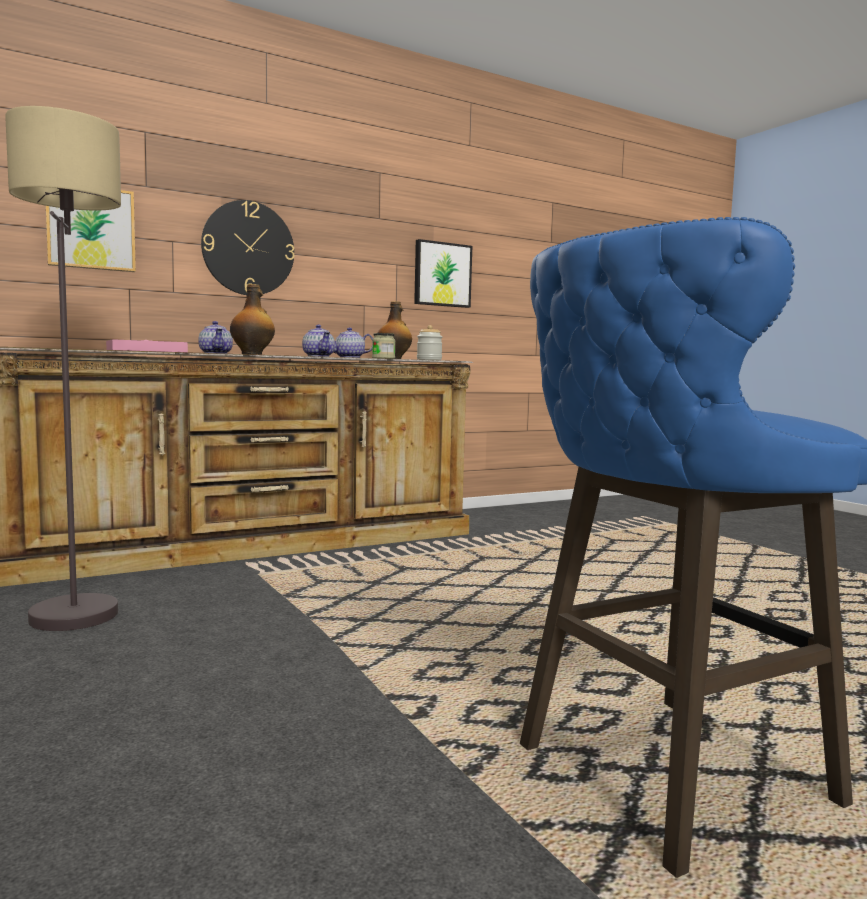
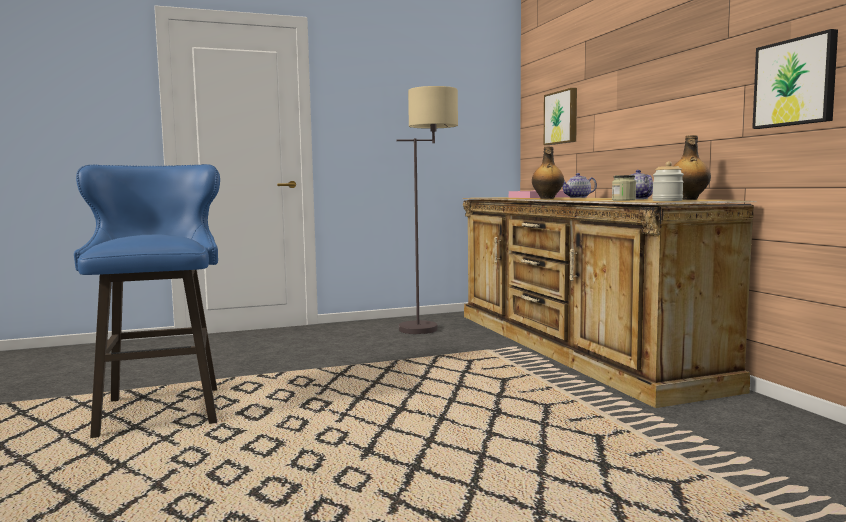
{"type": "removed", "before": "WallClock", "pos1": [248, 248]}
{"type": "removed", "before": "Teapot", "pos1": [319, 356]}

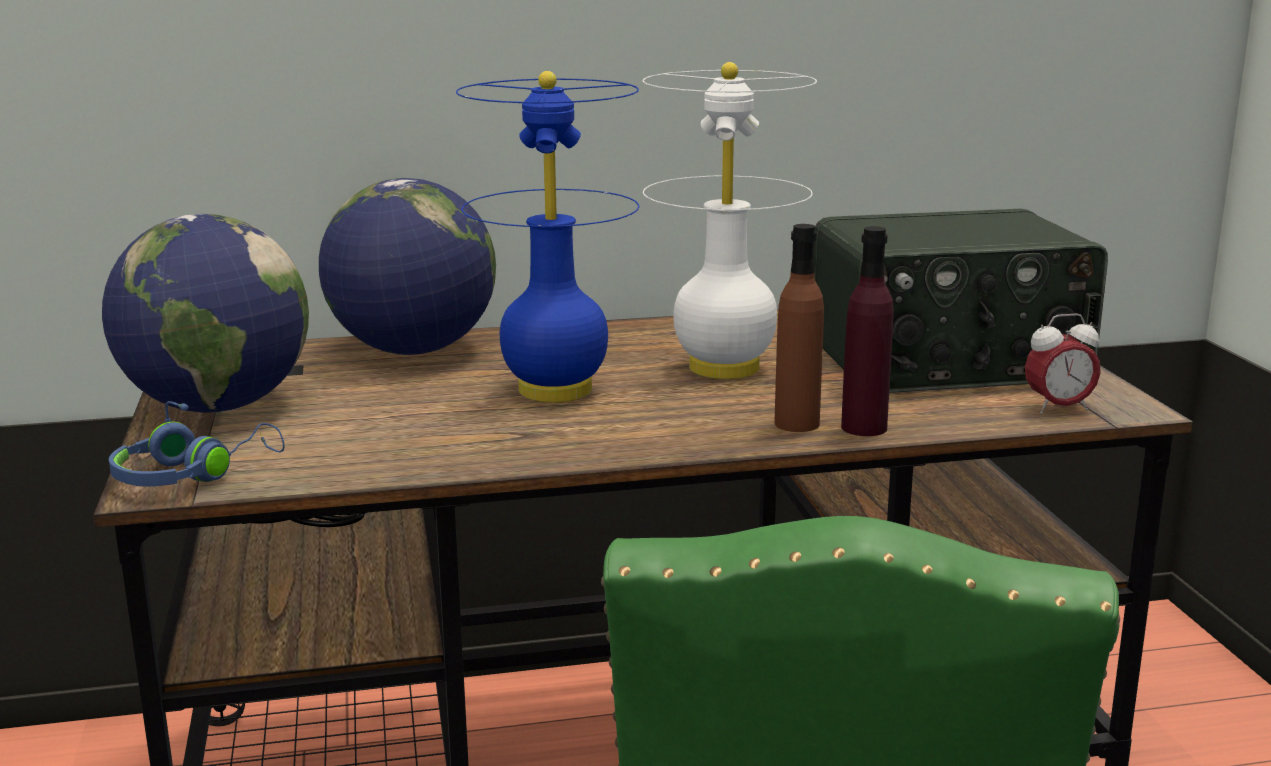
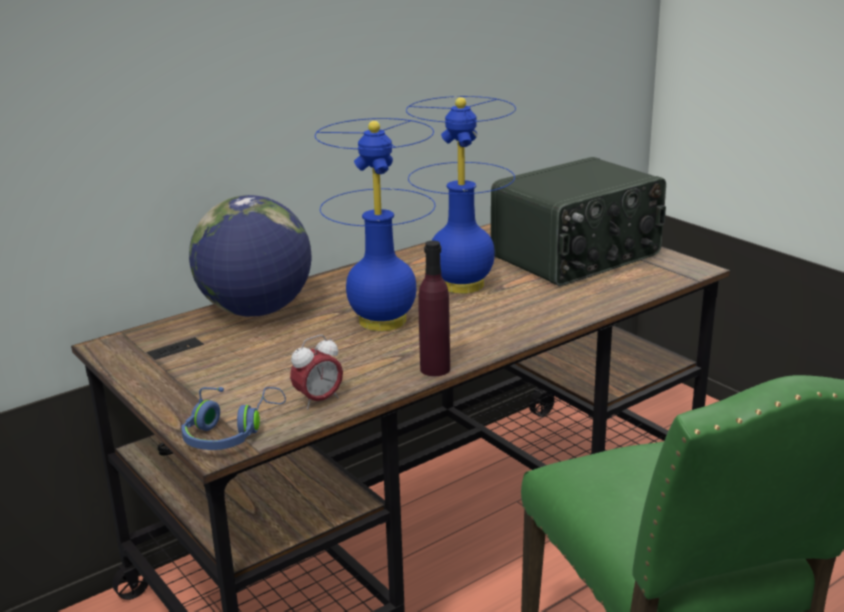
{"type": "moved", "before": "AlarmClock", "pos1": [1058, 408], "pos2": [318, 400]}
{"type": "recoloured", "before": "WhiteTableLamp", "after": "BlueTableLamp", "pos1": [725, 368], "pos2": [463, 285]}
{"type": "moved", "before": "PurpleBottle", "pos1": [864, 428], "pos2": [435, 369]}
{"type": "removed", "before": "Globe", "pos1": [217, 406]}
{"type": "removed", "before": "BrownBottle", "pos1": [796, 423]}

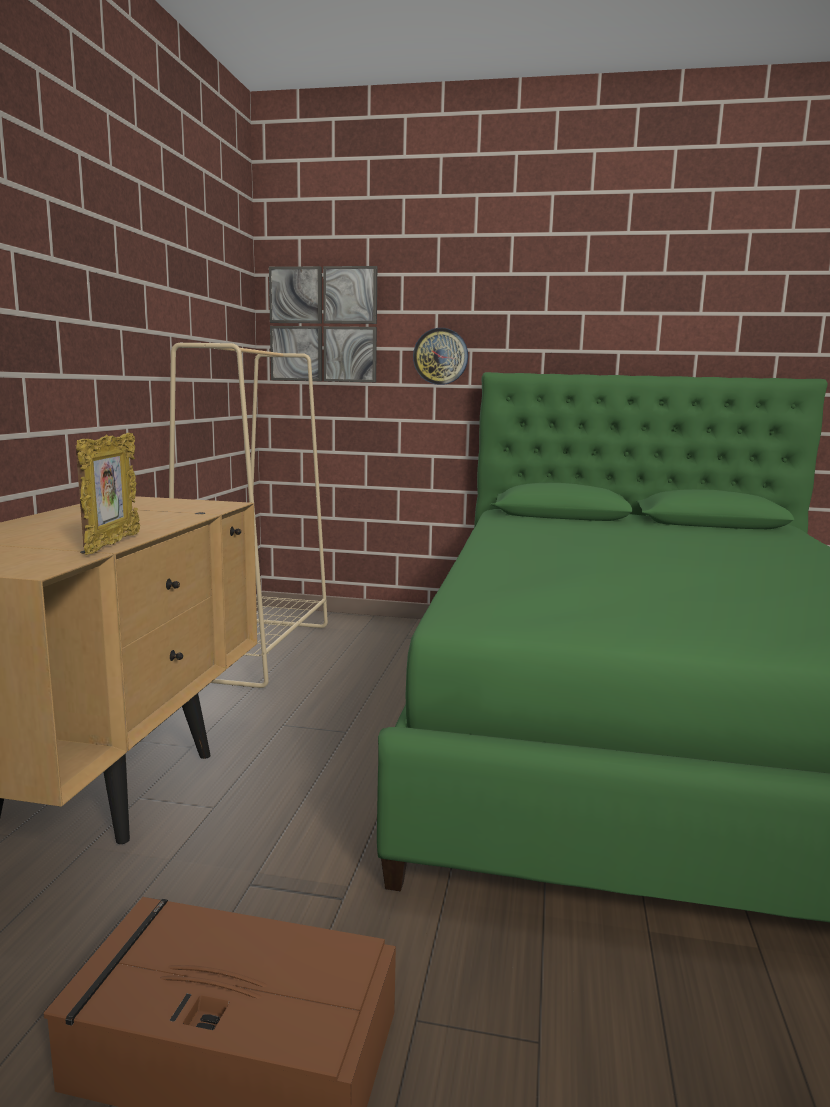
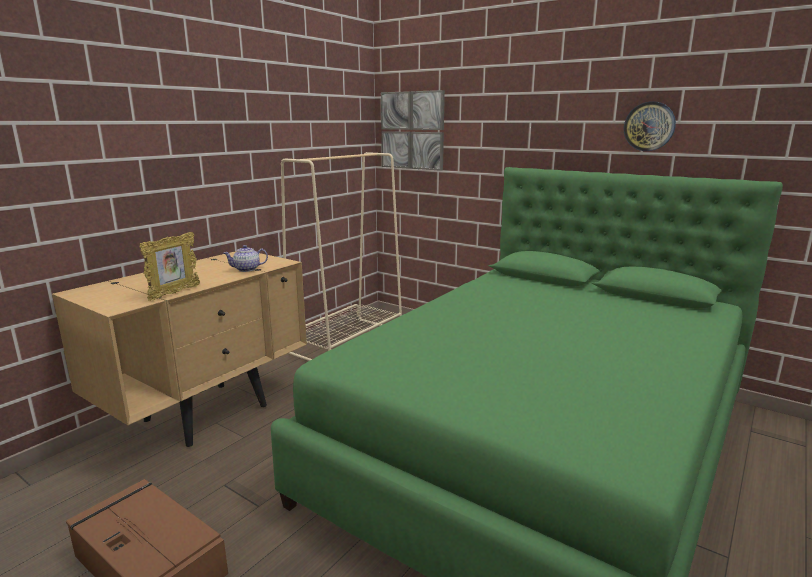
{"type": "added", "after": "Teapot", "pos2": [247, 269]}
{"type": "moved", "before": "WallClock", "pos1": [440, 356], "pos2": [649, 126]}

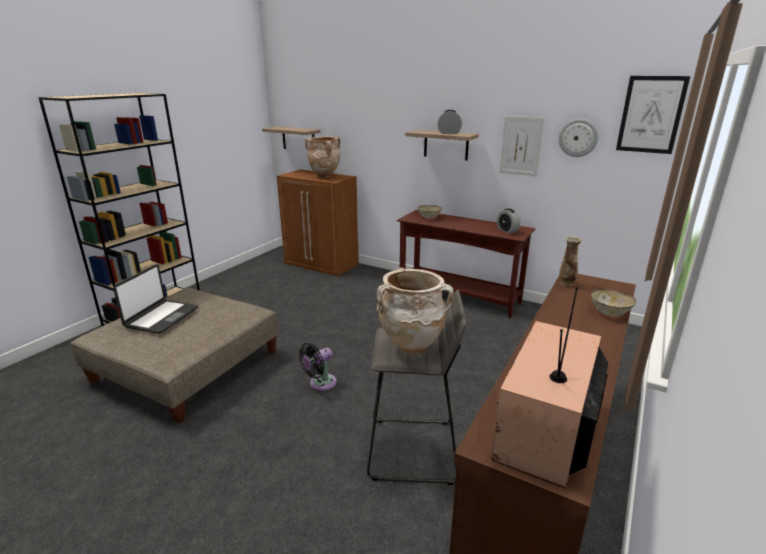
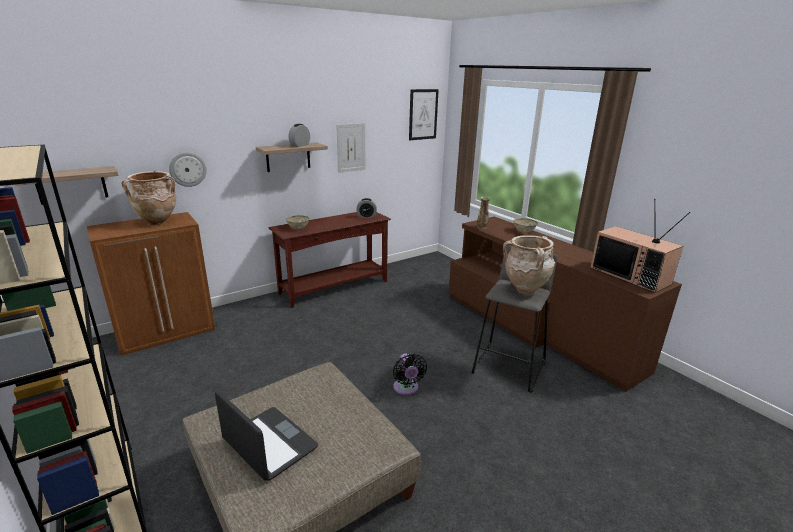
{"type": "moved", "before": "WallClock", "pos1": [578, 138], "pos2": [187, 169]}

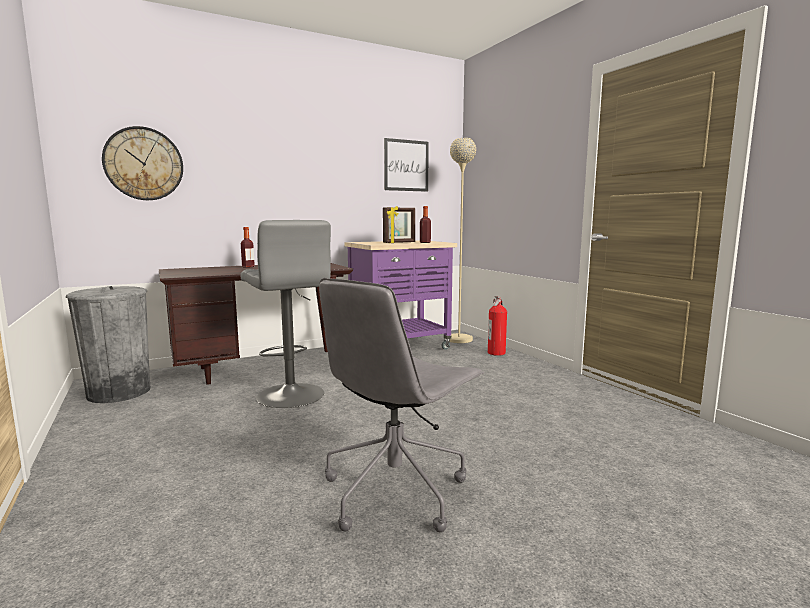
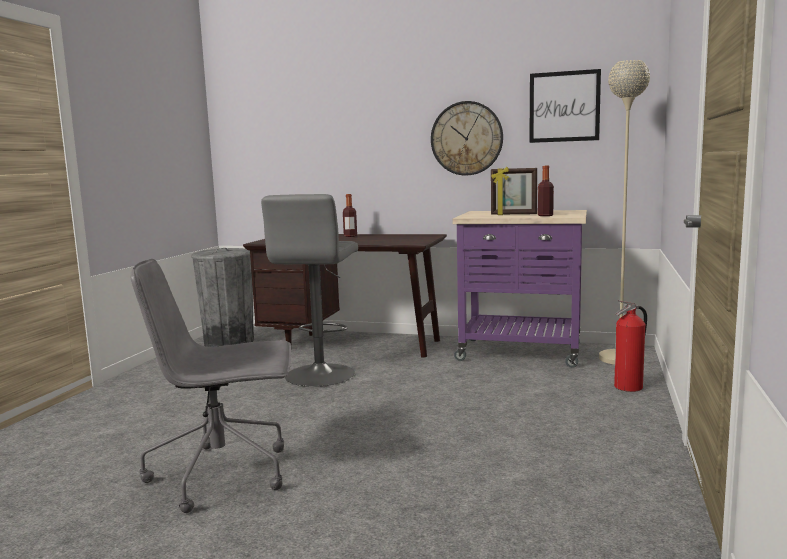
{"type": "moved", "before": "WallClock", "pos1": [144, 164], "pos2": [466, 138]}

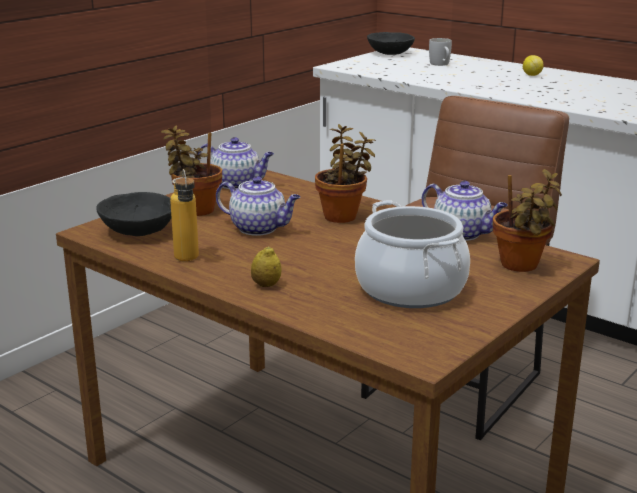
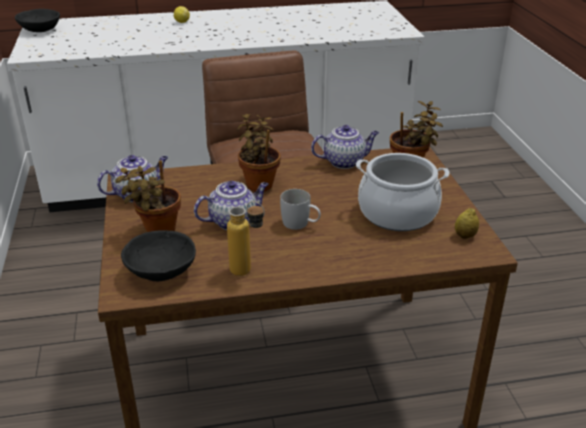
{"type": "moved", "before": "WhiteMug", "pos1": [441, 64], "pos2": [300, 224]}
{"type": "moved", "before": "Lemon", "pos1": [266, 285], "pos2": [465, 236]}

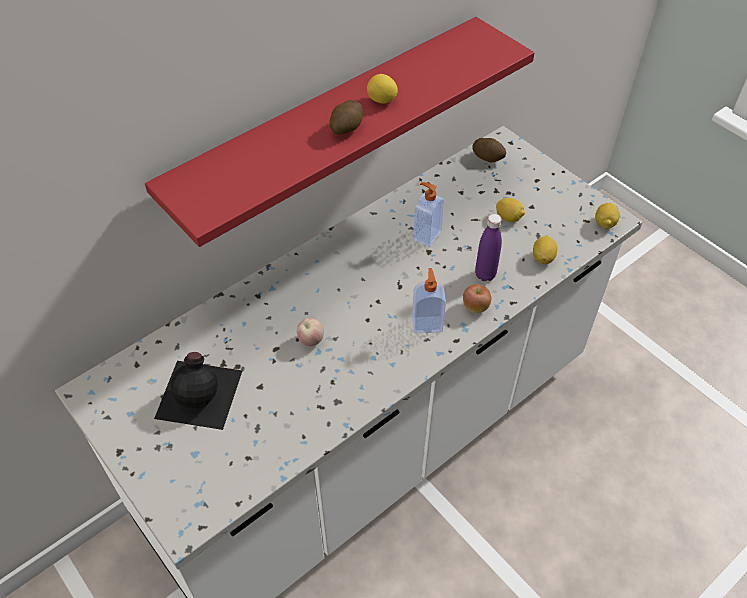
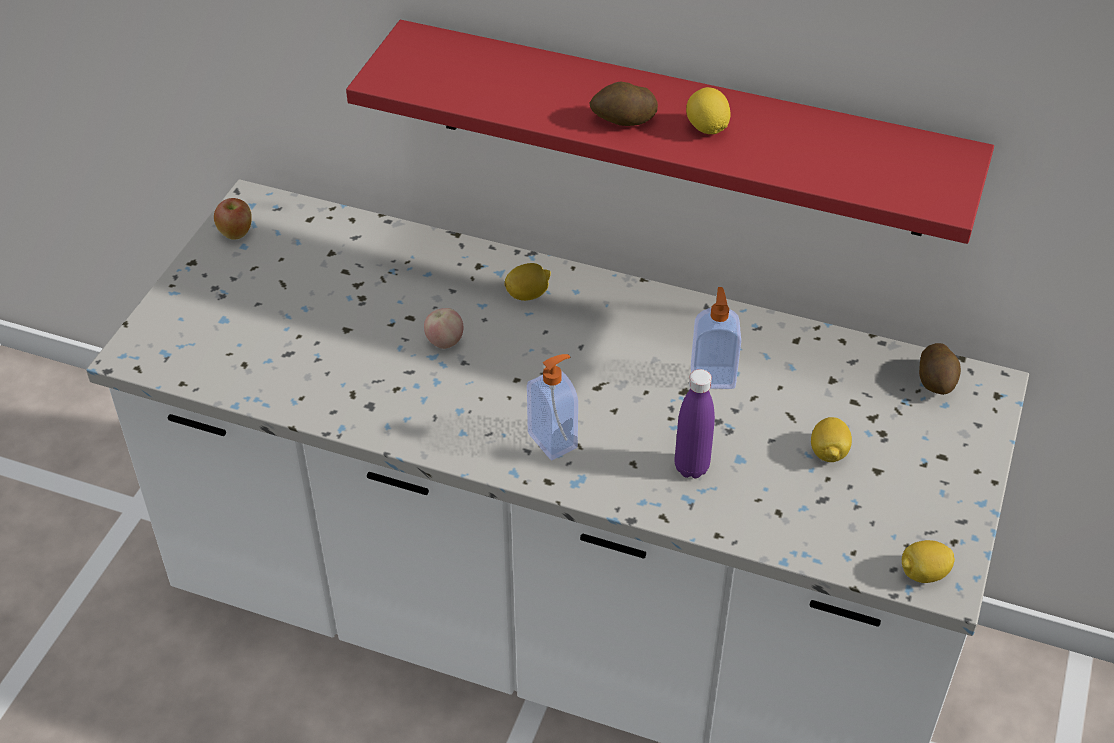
{"type": "moved", "before": "Apple", "pos1": [475, 307], "pos2": [236, 233]}
{"type": "moved", "before": "Lemon", "pos1": [543, 257], "pos2": [528, 294]}
{"type": "removed", "before": "BlackBottle", "pos1": [200, 393]}

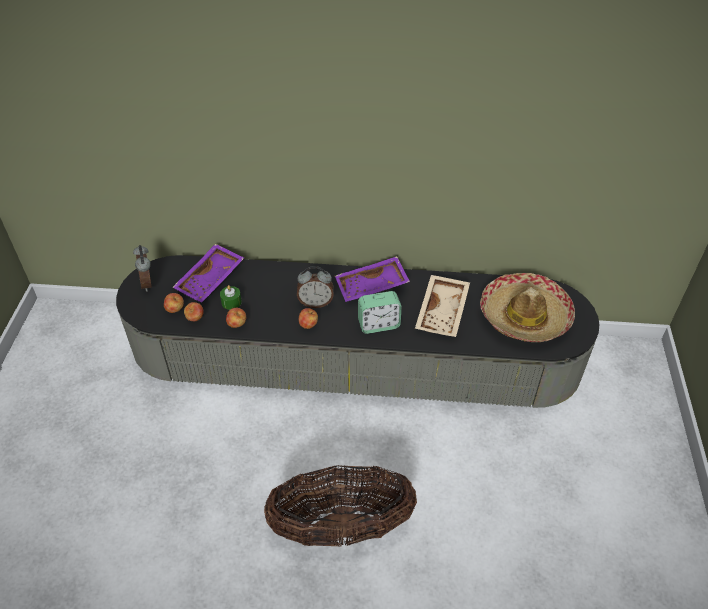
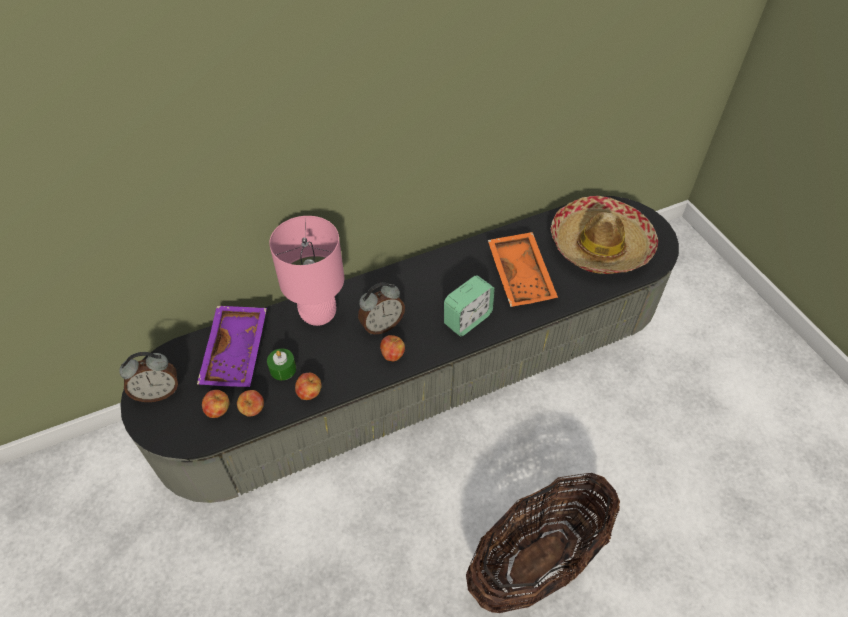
{"type": "turned", "before": "AlarmClock", "pos1": [148, 283], "pos2": [158, 392], "turn": -60}
{"type": "added", "after": "PinkTableLamp", "pos2": [319, 316]}
{"type": "recoloured", "before": "BeigeTray", "after": "OrangeTray", "pos1": [443, 312], "pos2": [522, 276]}
{"type": "removed", "before": "PurpleTray", "pos1": [372, 287]}

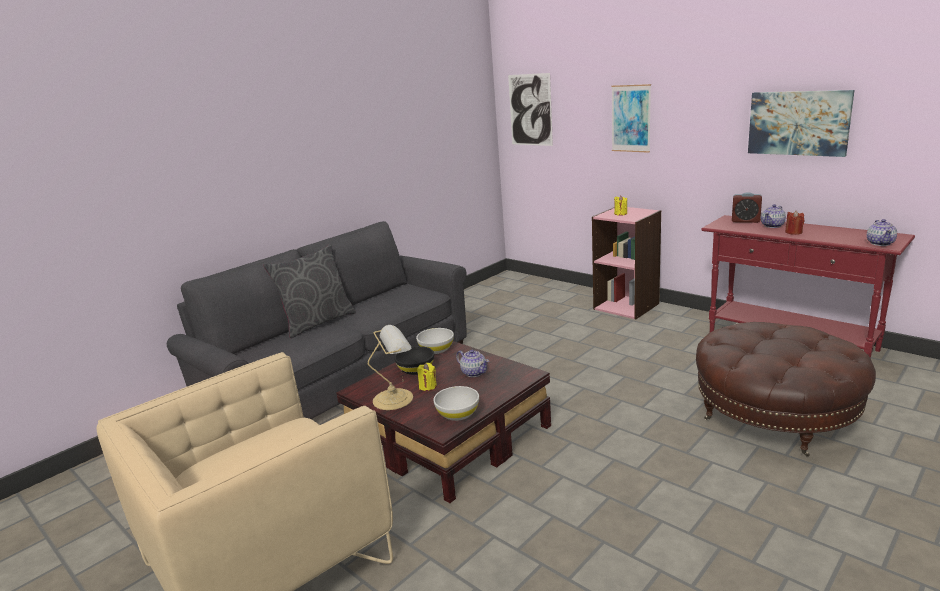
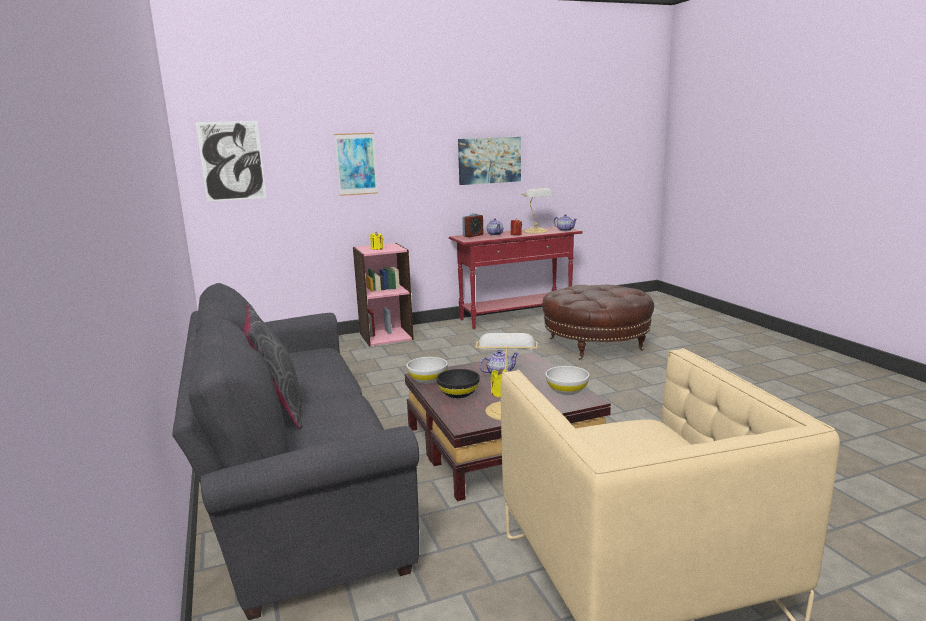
{"type": "added", "after": "TableLamp", "pos2": [536, 231]}

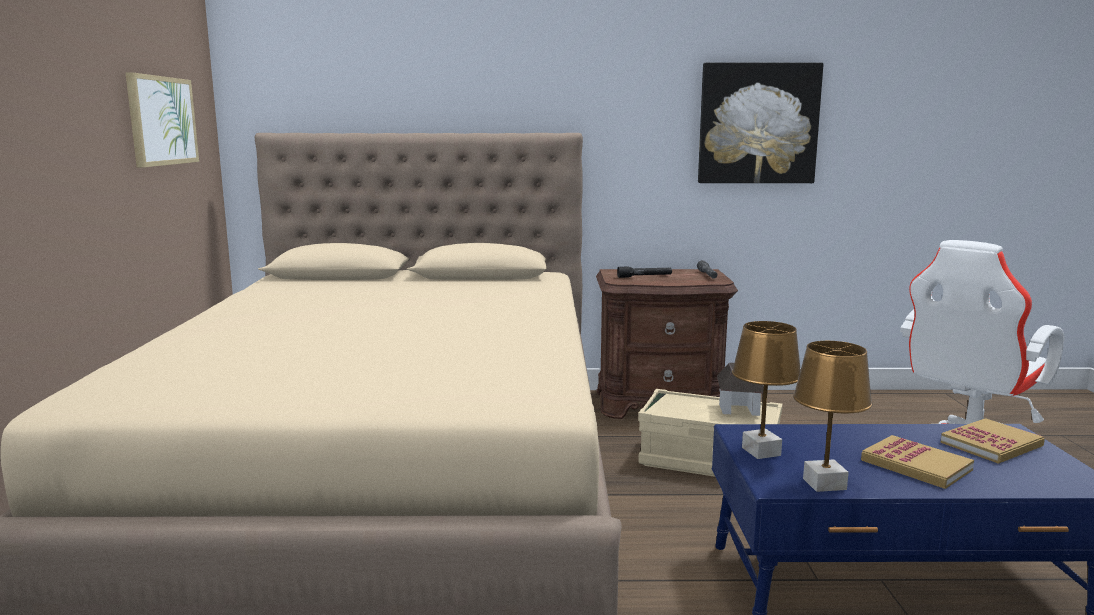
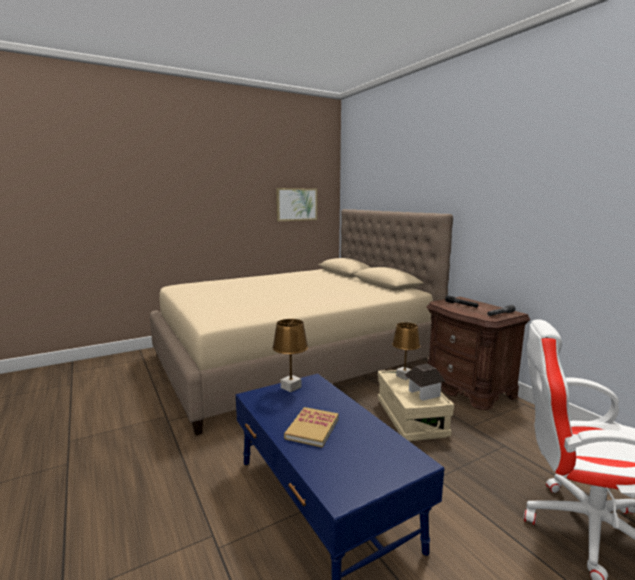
{"type": "moved", "before": "BrownTableLamp", "pos1": [824, 484], "pos2": [404, 376]}
{"type": "removed", "before": "Picture", "pos1": [758, 124]}
{"type": "removed", "before": "Book", "pos1": [991, 444]}

